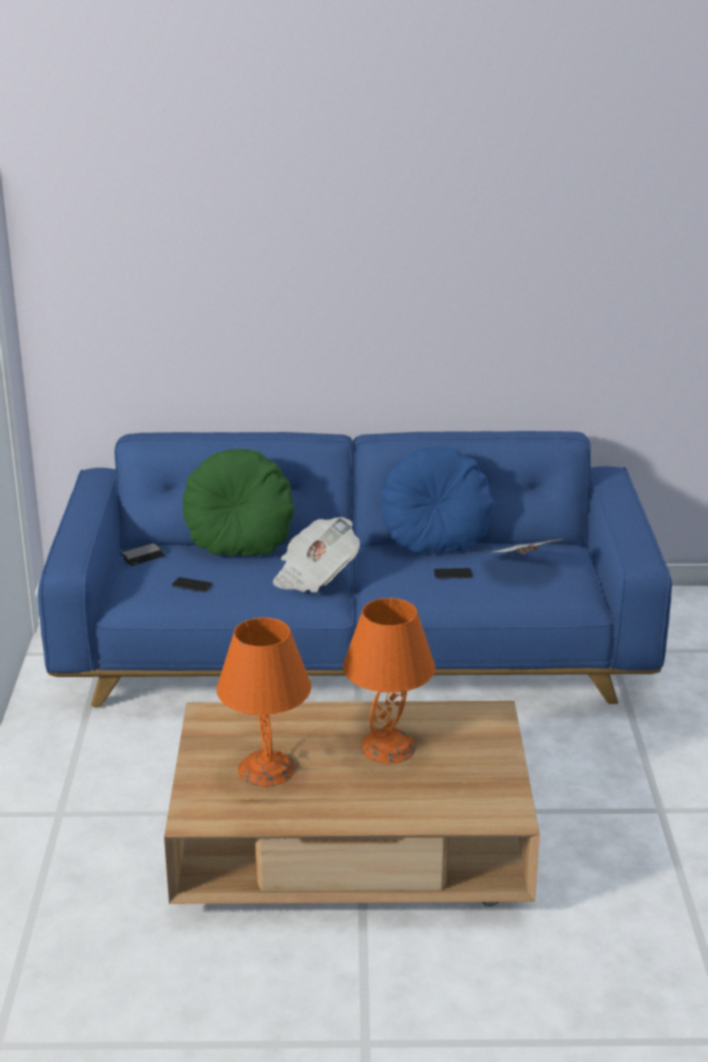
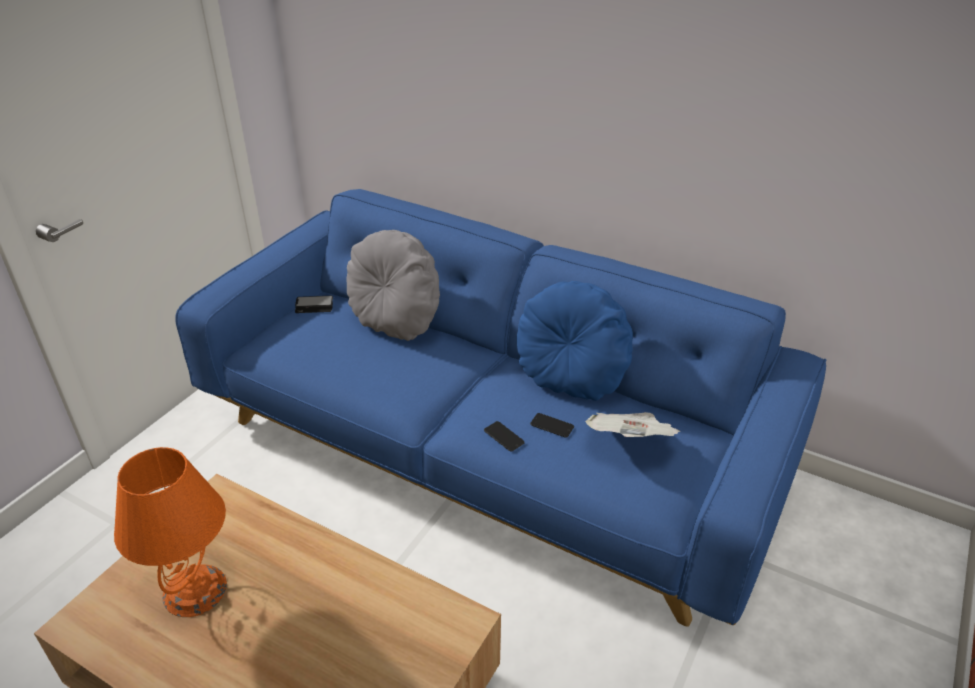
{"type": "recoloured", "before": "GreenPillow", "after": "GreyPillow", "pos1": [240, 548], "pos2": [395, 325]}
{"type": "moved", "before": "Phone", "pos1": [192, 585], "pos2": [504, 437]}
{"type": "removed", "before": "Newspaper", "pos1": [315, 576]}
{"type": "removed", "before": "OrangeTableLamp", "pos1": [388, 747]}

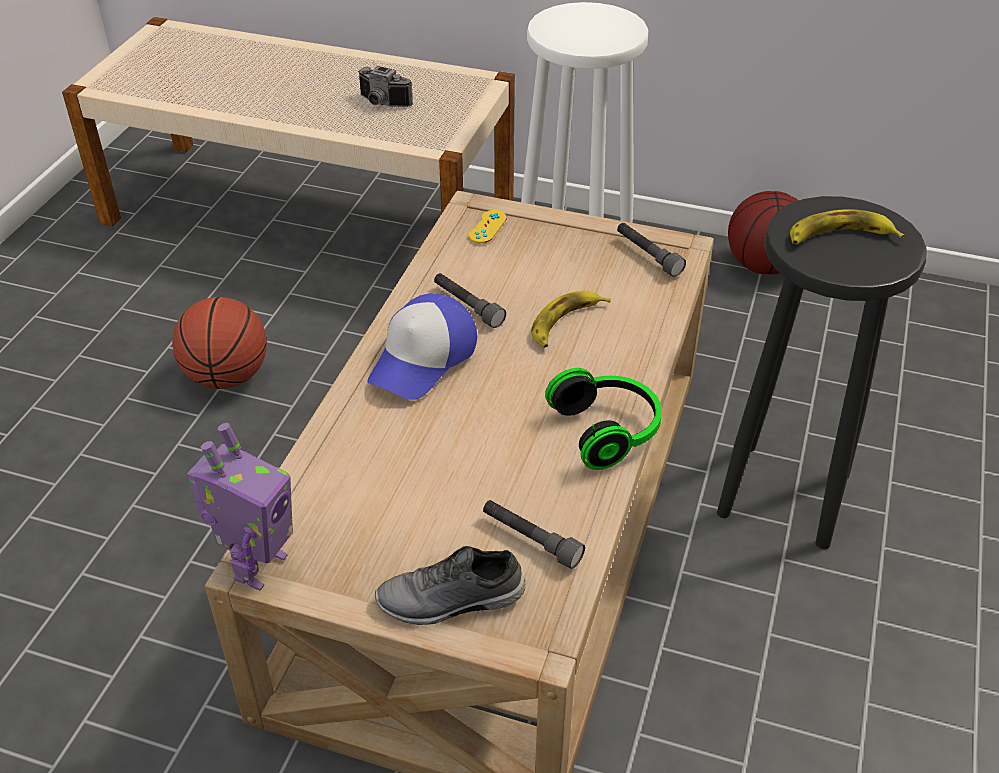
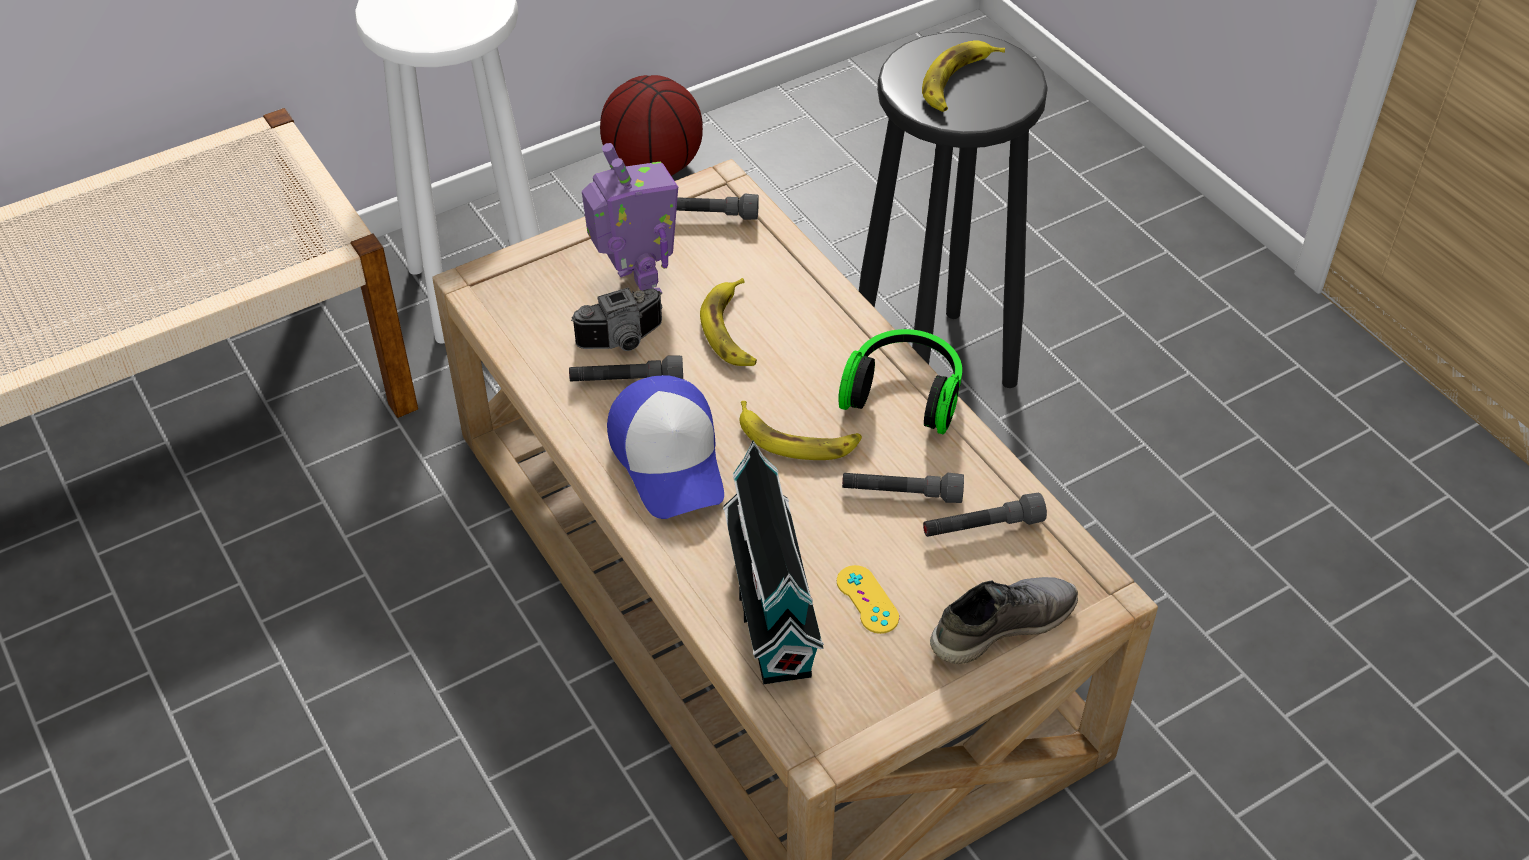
{"type": "moved", "before": "PhotoCamera", "pos1": [382, 103], "pos2": [623, 342]}
{"type": "moved", "before": "ToyRobot", "pos1": [257, 566], "pos2": [636, 284]}
{"type": "added", "after": "ToyHouse", "pos2": [770, 601]}
{"type": "added", "after": "Banana", "pos2": [797, 439]}
{"type": "moved", "before": "YellowGameController", "pos1": [487, 227], "pos2": [867, 599]}
{"type": "added", "after": "GreyFlashlight", "pos2": [901, 494]}
{"type": "turned", "before": "GreyShoe", "pos1": [451, 601], "pos2": [1001, 625], "turn": -150}
{"type": "removed", "before": "Basketball", "pos1": [227, 376]}

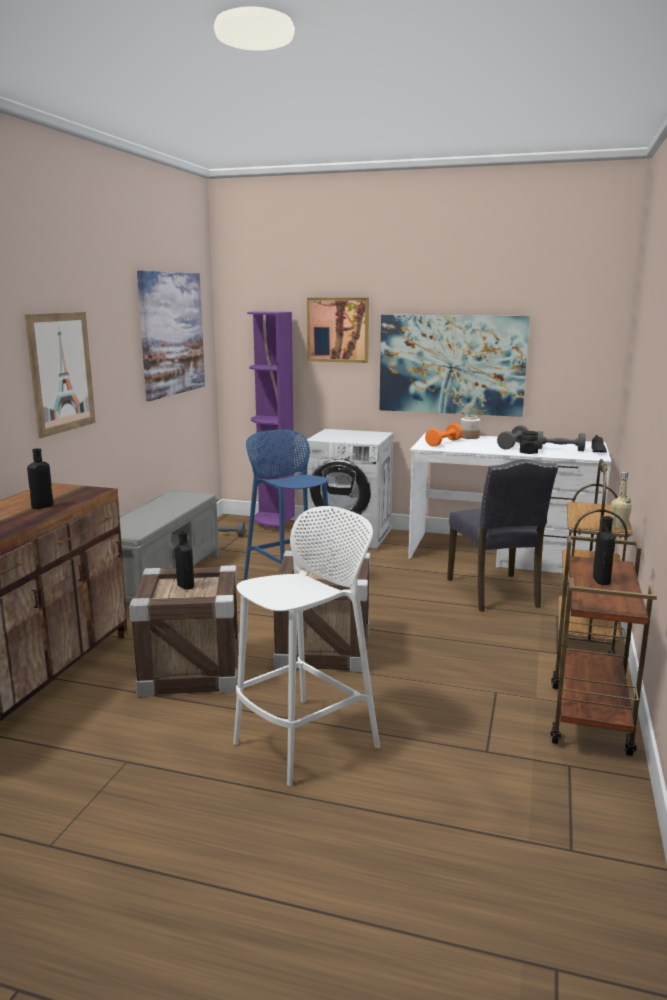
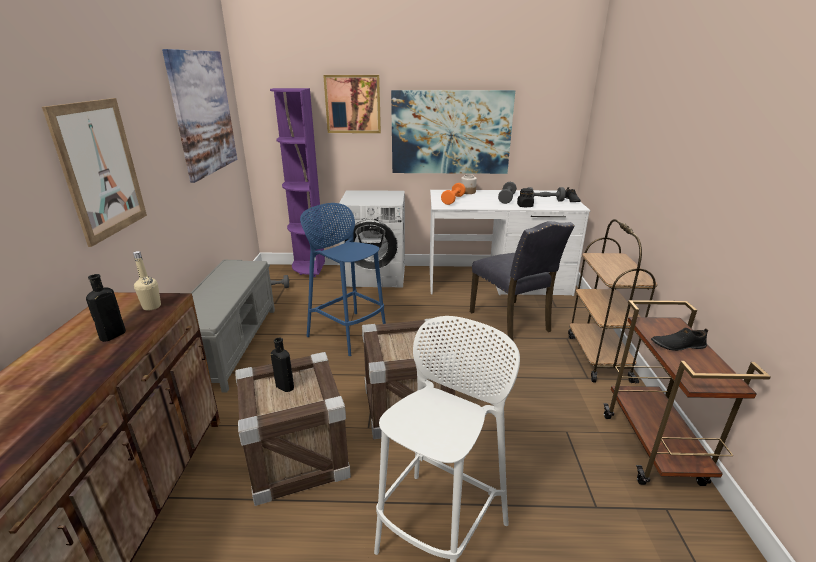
{"type": "moved", "before": "BeigeBottle", "pos1": [618, 527], "pos2": [152, 306]}
{"type": "replaced", "before": "BlackBottle", "after": "BlackShoe", "pos1": [600, 579], "pos2": [677, 345]}

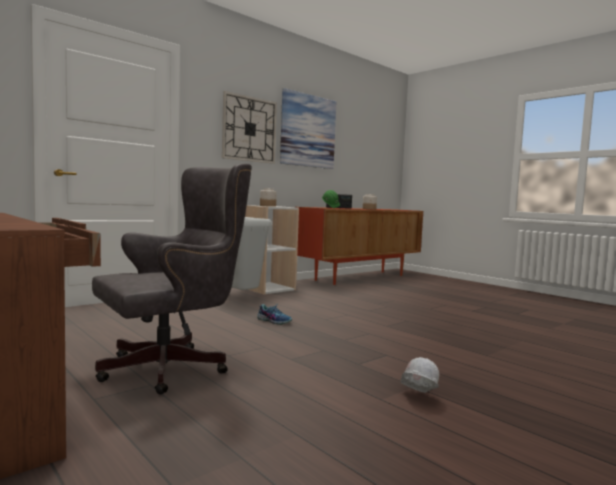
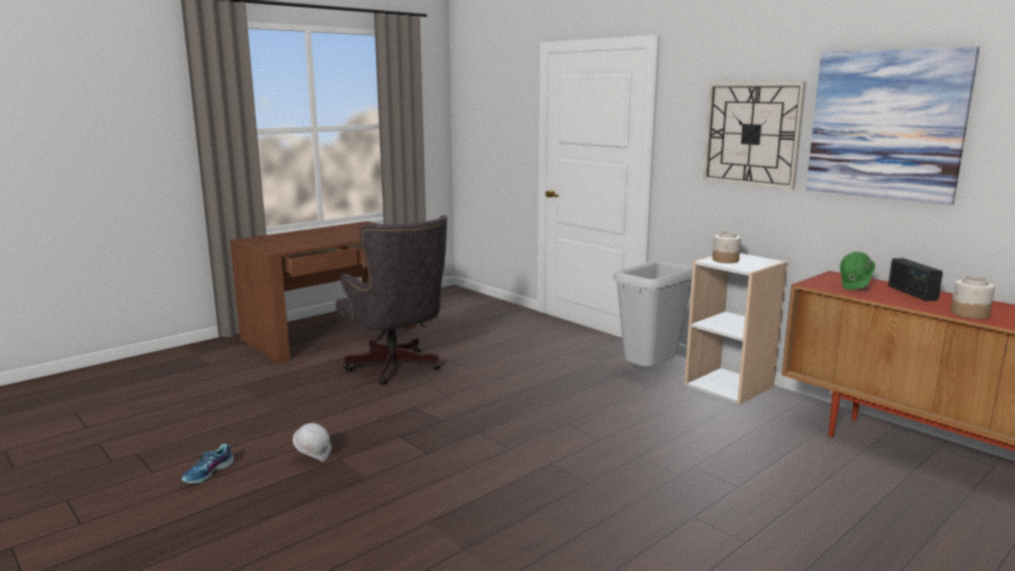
{"type": "moved", "before": "Shoe", "pos1": [274, 321], "pos2": [209, 473]}

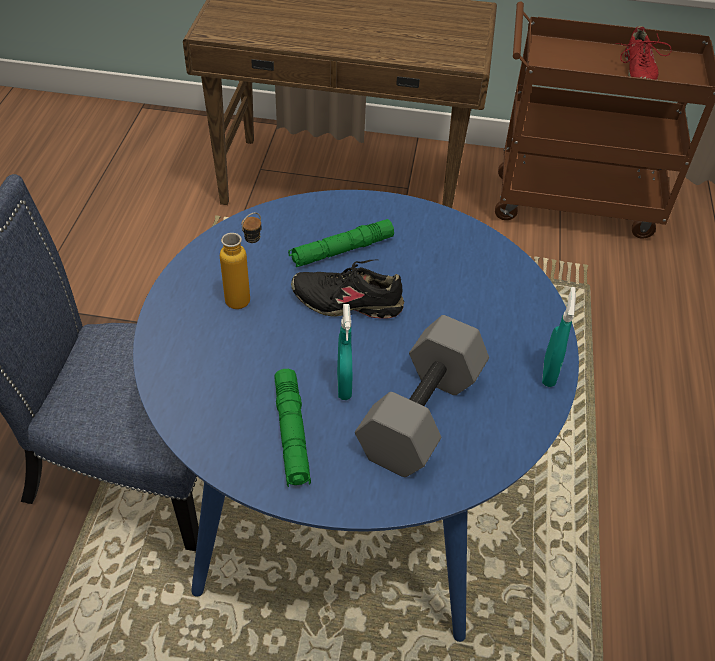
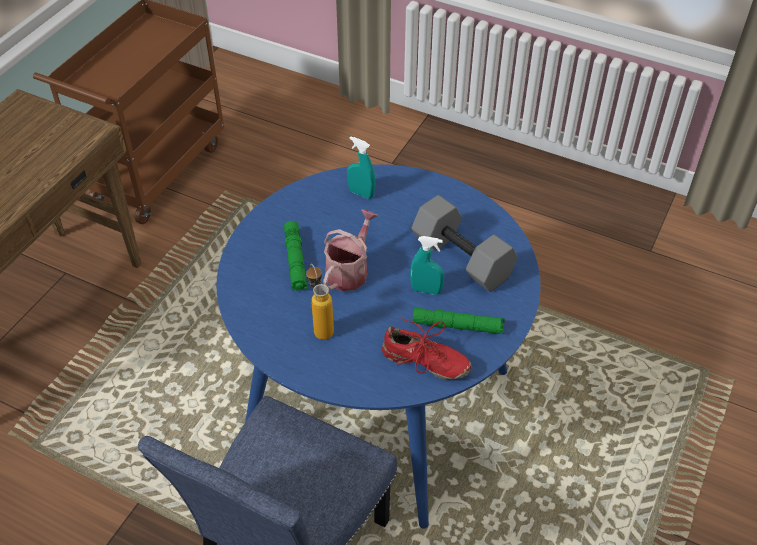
{"type": "replaced", "before": "BlackShoe", "after": "WateringCan", "pos1": [347, 301], "pos2": [350, 270]}
{"type": "moved", "before": "TurquoiseSprayBottle", "pos1": [549, 373], "pos2": [361, 193]}
{"type": "moved", "before": "RedShoe", "pos1": [637, 70], "pos2": [425, 362]}

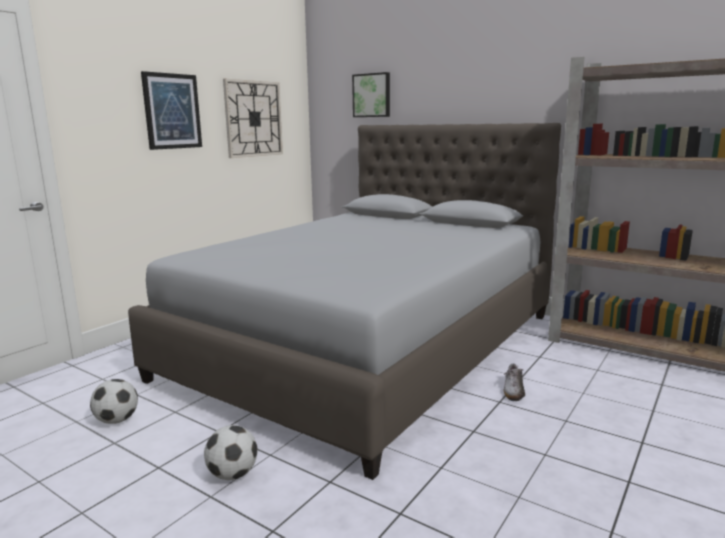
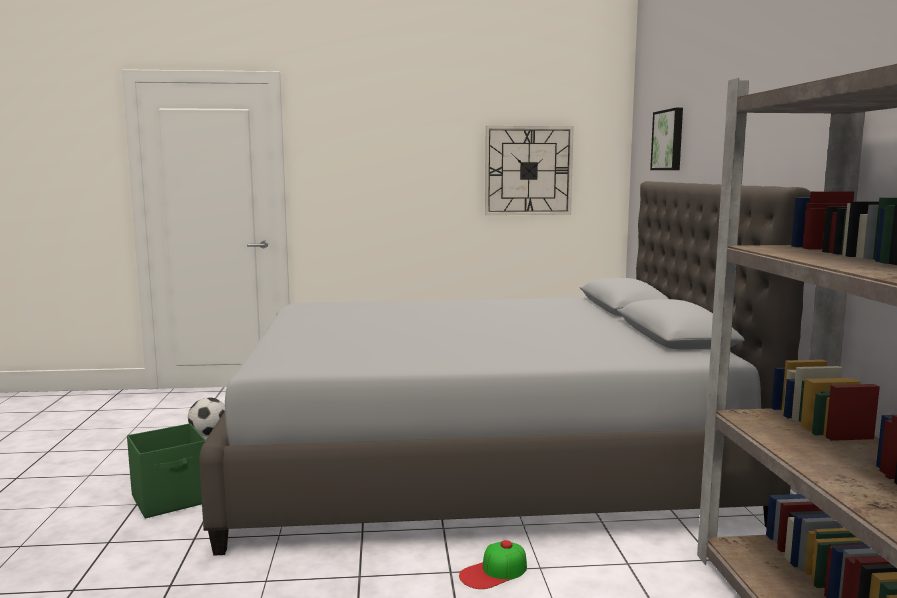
{"type": "replaced", "before": "Football", "after": "GreenStorageBox", "pos1": [233, 474], "pos2": [172, 499]}
{"type": "replaced", "before": "Shoe", "after": "Cap", "pos1": [513, 390], "pos2": [494, 572]}
{"type": "removed", "before": "Picture", "pos1": [172, 111]}

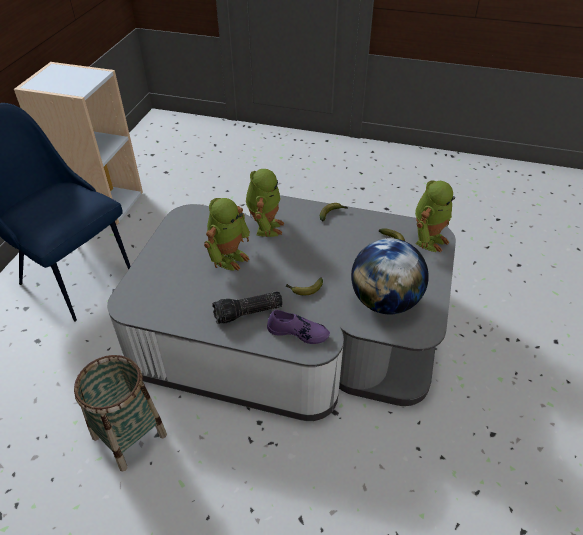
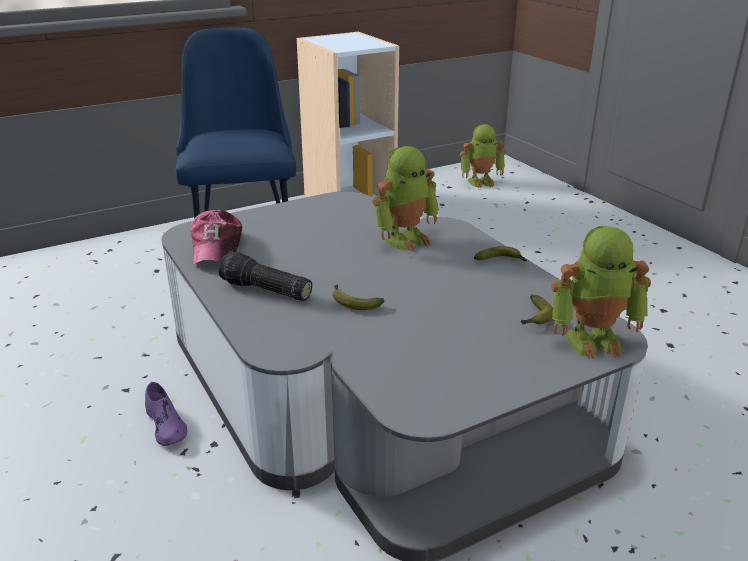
{"type": "moved", "before": "PurpleShoe", "pos1": [298, 332], "pos2": [166, 425]}
{"type": "added", "after": "Cap", "pos2": [217, 248]}
{"type": "moved", "before": "ToyRobot", "pos1": [229, 257], "pos2": [481, 181]}
{"type": "removed", "before": "Basket", "pos1": [129, 436]}
{"type": "removed", "before": "Globe", "pos1": [385, 301]}

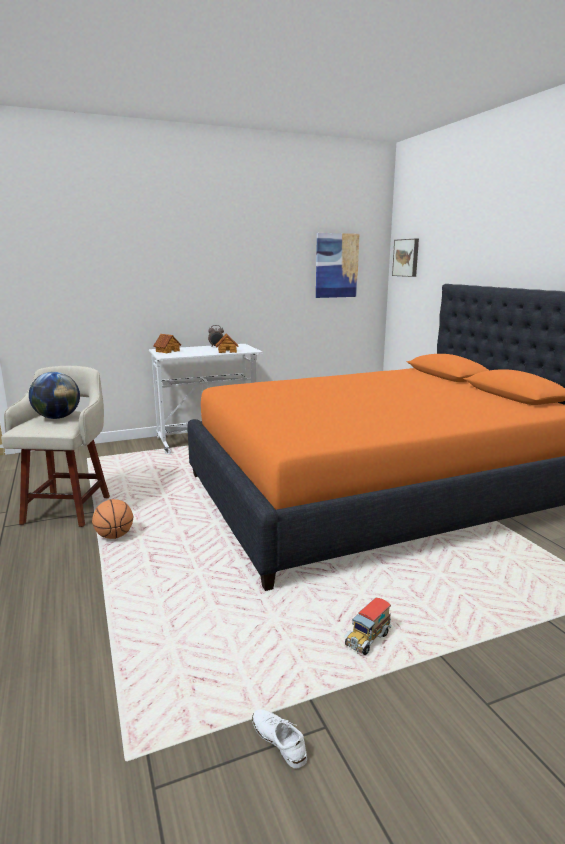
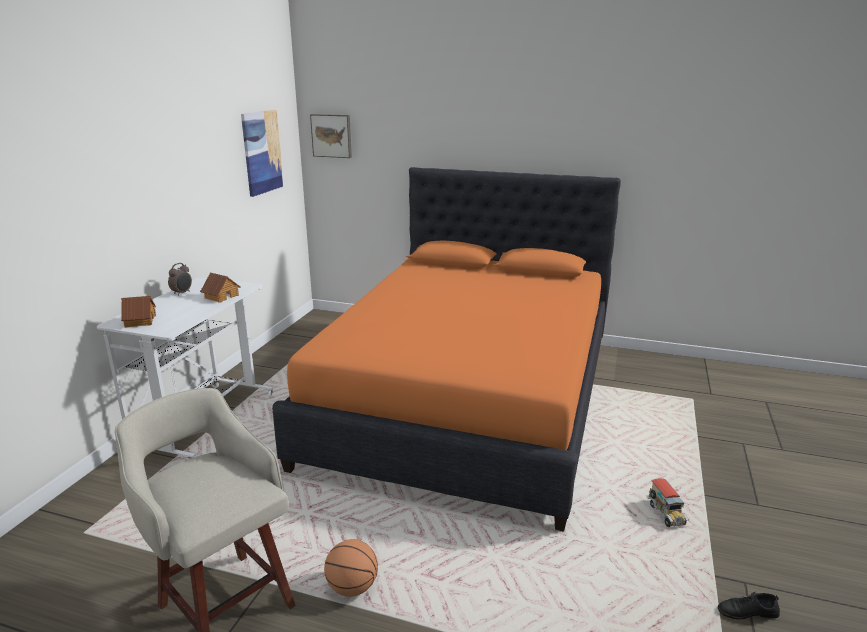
{"type": "recoloured", "before": "WhiteShoe", "after": "BlackShoe", "pos1": [279, 740], "pos2": [747, 612]}
{"type": "removed", "before": "Globe", "pos1": [57, 417]}

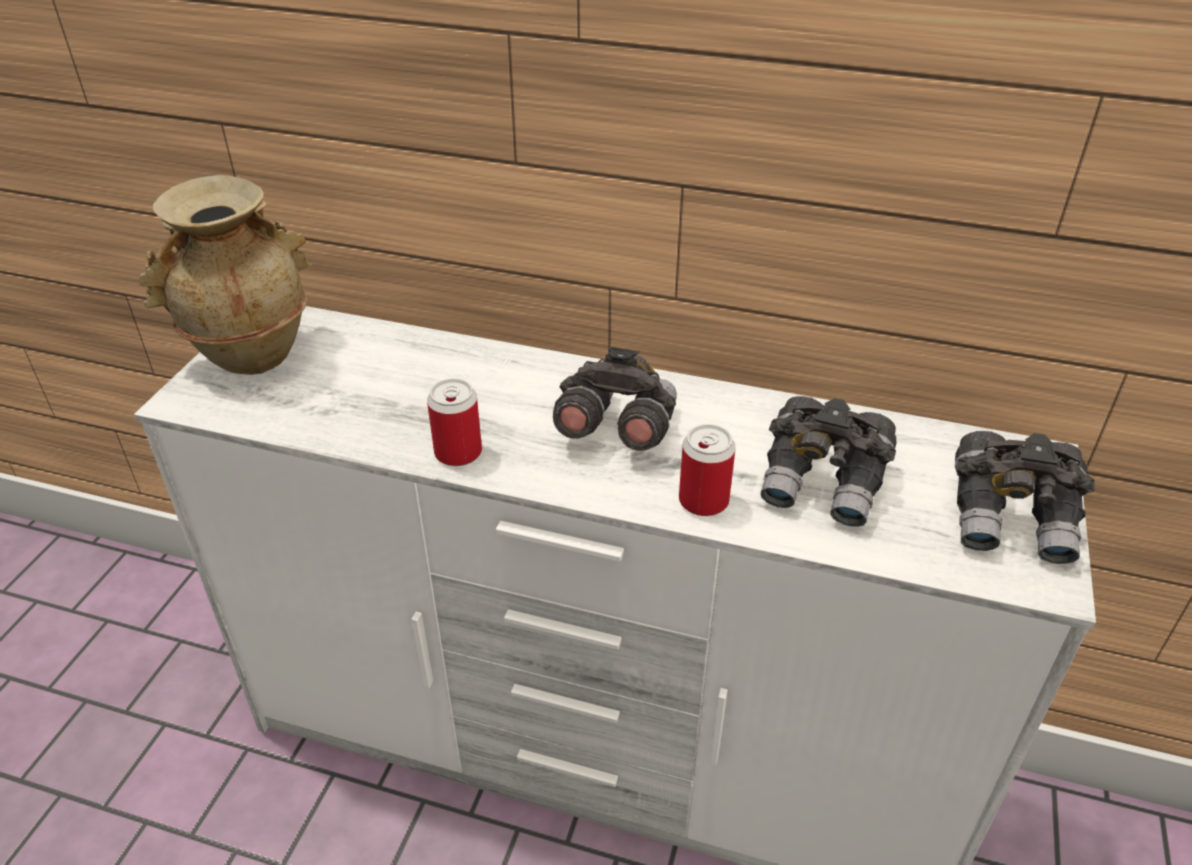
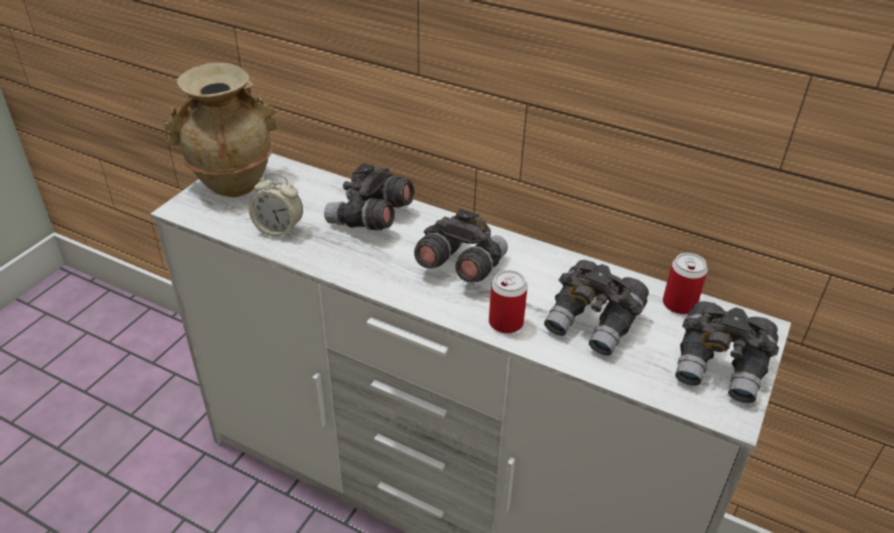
{"type": "added", "after": "AlarmClock", "pos2": [279, 229]}
{"type": "added", "after": "GreyBinoculars", "pos2": [370, 219]}
{"type": "moved", "before": "Can", "pos1": [458, 452], "pos2": [679, 304]}

